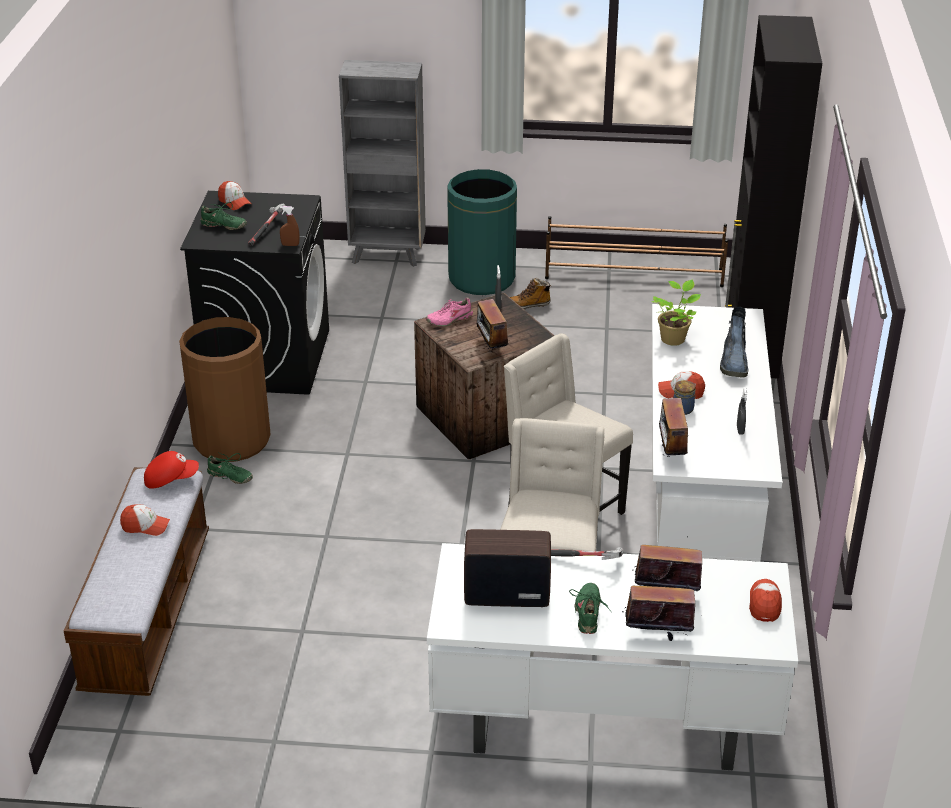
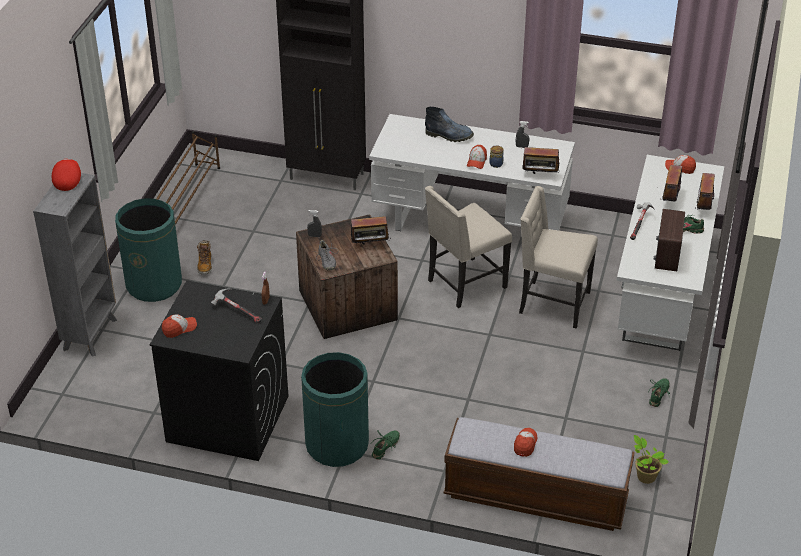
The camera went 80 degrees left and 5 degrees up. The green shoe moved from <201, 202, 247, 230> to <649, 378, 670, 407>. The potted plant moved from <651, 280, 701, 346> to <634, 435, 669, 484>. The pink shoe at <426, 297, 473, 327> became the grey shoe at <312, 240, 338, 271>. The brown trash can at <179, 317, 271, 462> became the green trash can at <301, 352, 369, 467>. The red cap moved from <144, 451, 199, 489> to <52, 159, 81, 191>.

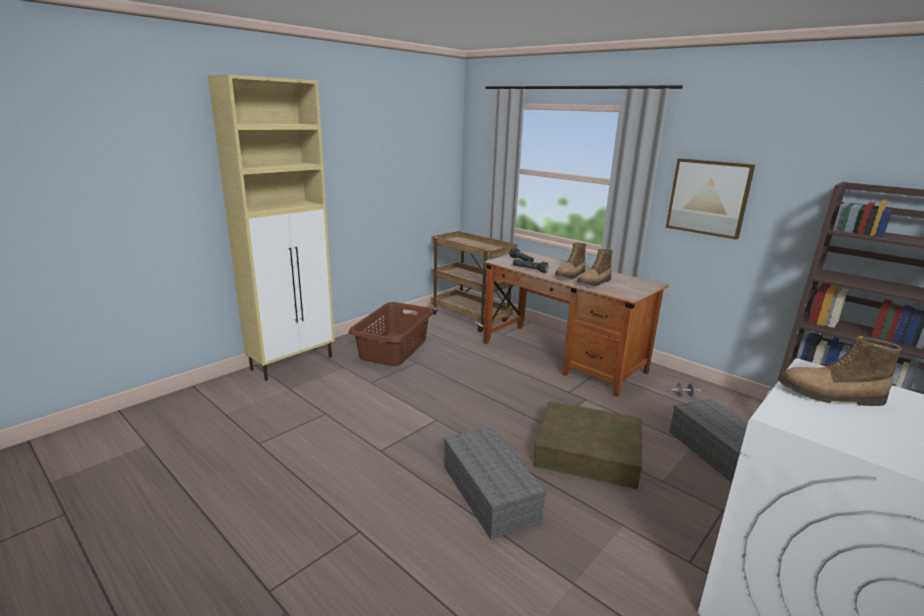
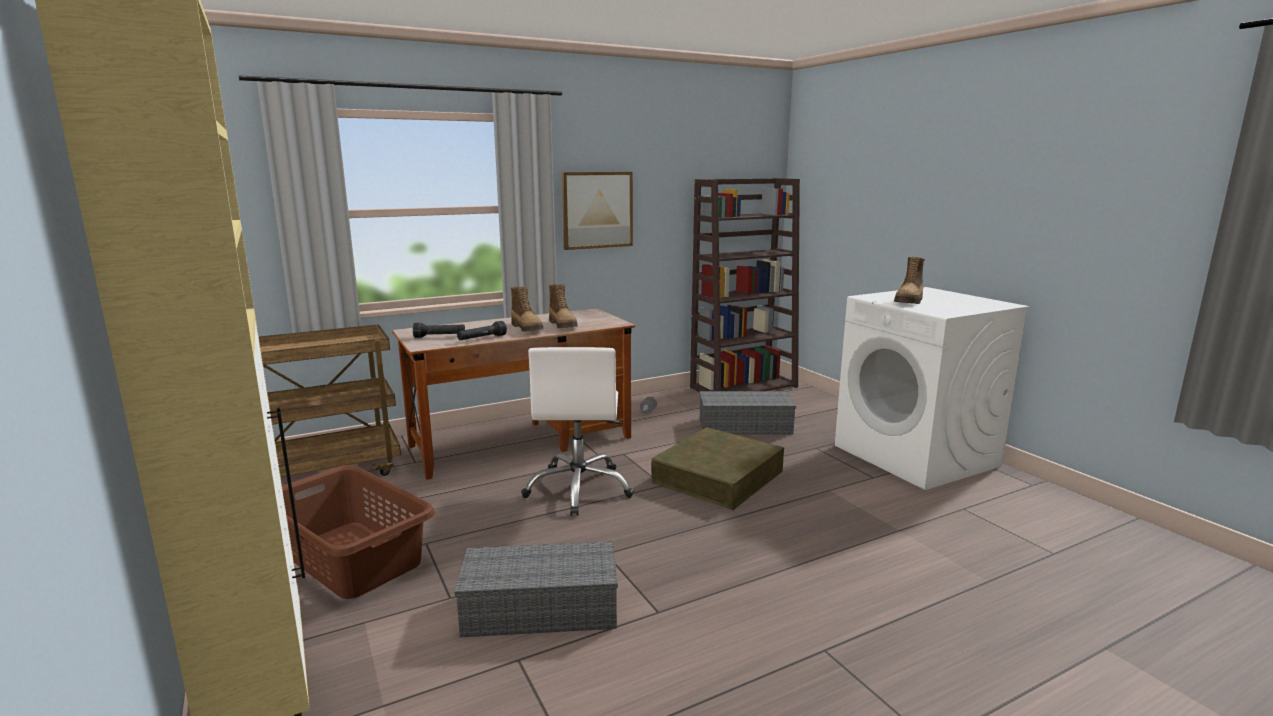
The camera went 70 degrees left and 5 degrees down. The grey storage box moved from <444, 427, 546, 539> to <455, 541, 618, 637>. The white office chair at <521, 347, 634, 516> appeared.

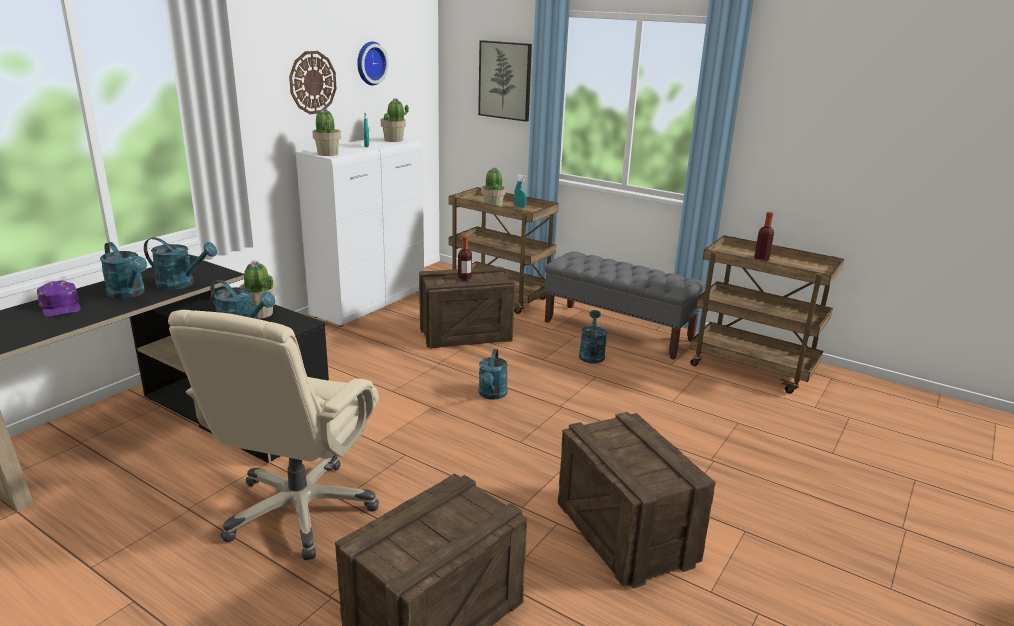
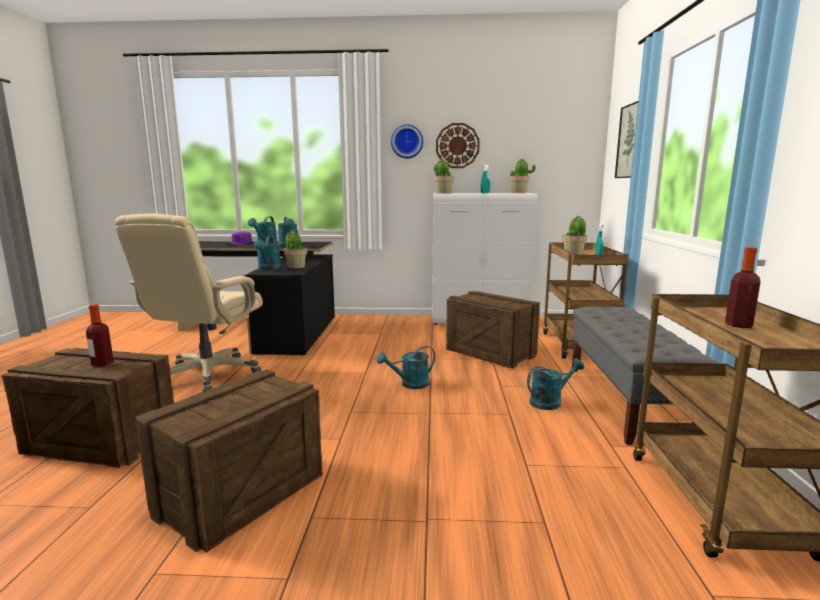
The camera went 60 degrees right and 10 degrees down. The wall clock moved from <357, 41, 389, 85> to <391, 124, 423, 158>. The bottle moved from <458, 236, 472, 281> to <86, 304, 113, 367>. The beige office chair at <168, 310, 379, 561> turned 60 degrees counterclockwise.

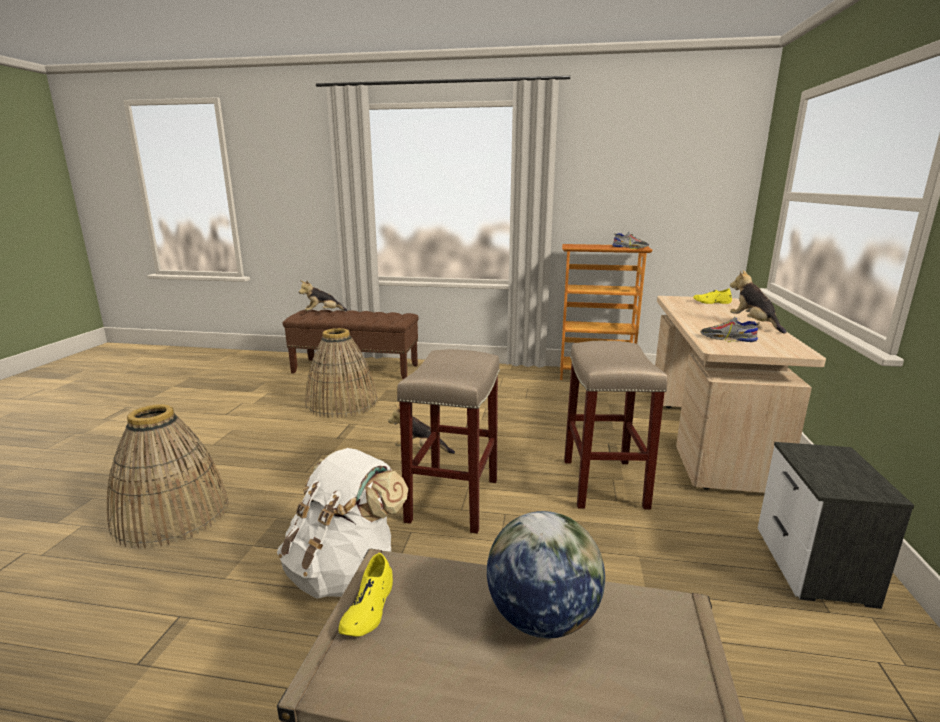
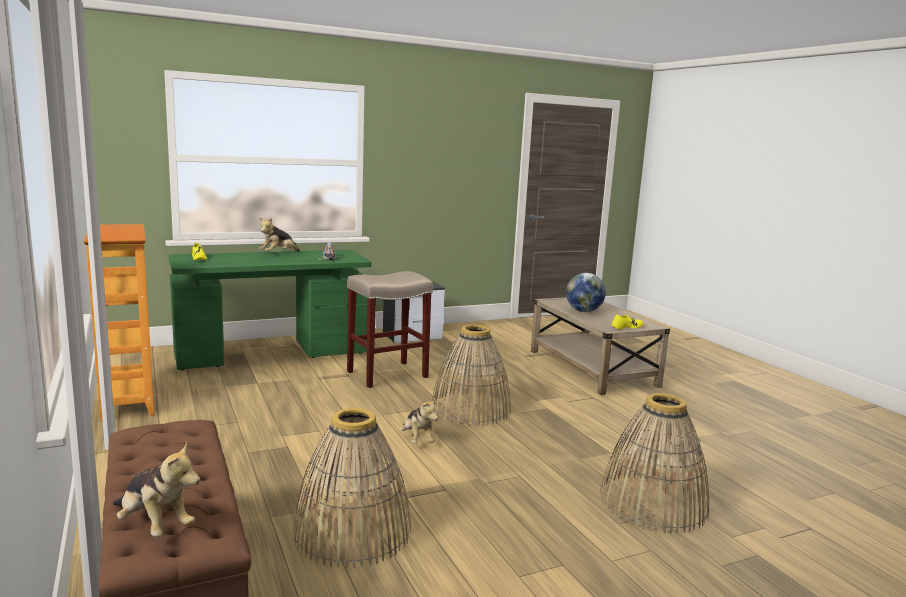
The camera went 125 degrees left and 5 degrees down. The shoe at <612, 231, 649, 249> disappeared. The beige desk at <655, 296, 826, 493> became the green desk at <169, 250, 371, 370>. The beige stool at <397, 349, 500, 534> was replaced by the basket at <432, 324, 511, 426>. The white backpack at <277, 448, 408, 598> disappeared.

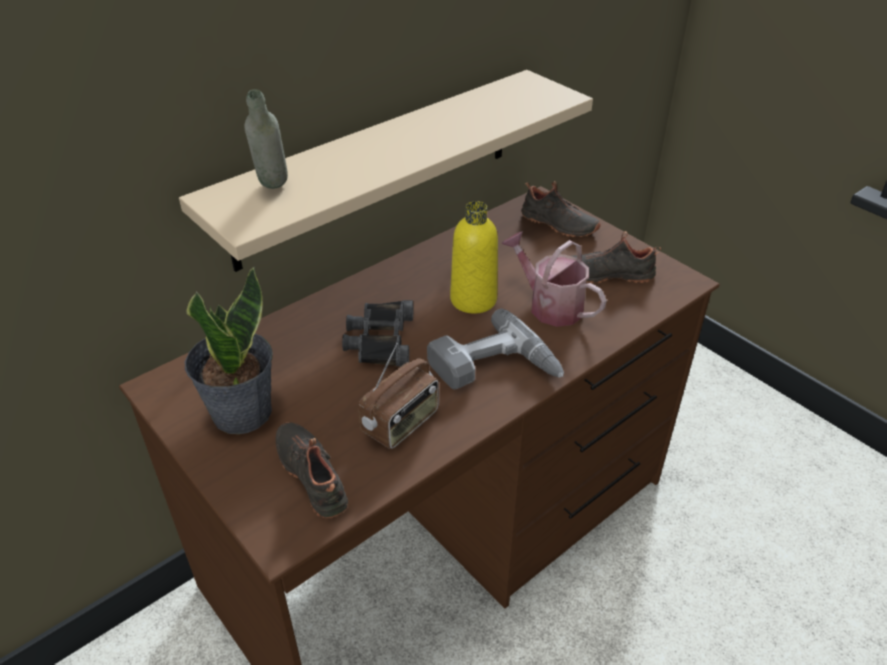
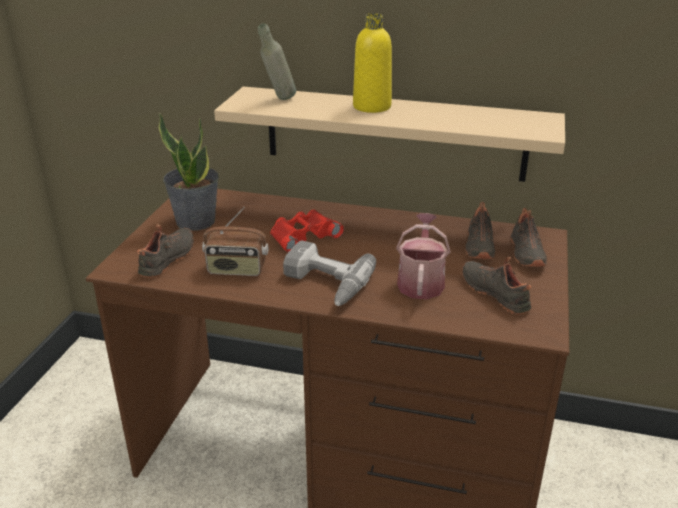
The camera went 55 degrees right and 10 degrees down. The yellow bottle moved from <450, 201, 498, 314> to <353, 13, 392, 113>. The black binoculars at <342, 300, 413, 367> became the red binoculars at <270, 210, 344, 252>. The black shoe at <465, 202, 495, 259> appeared.

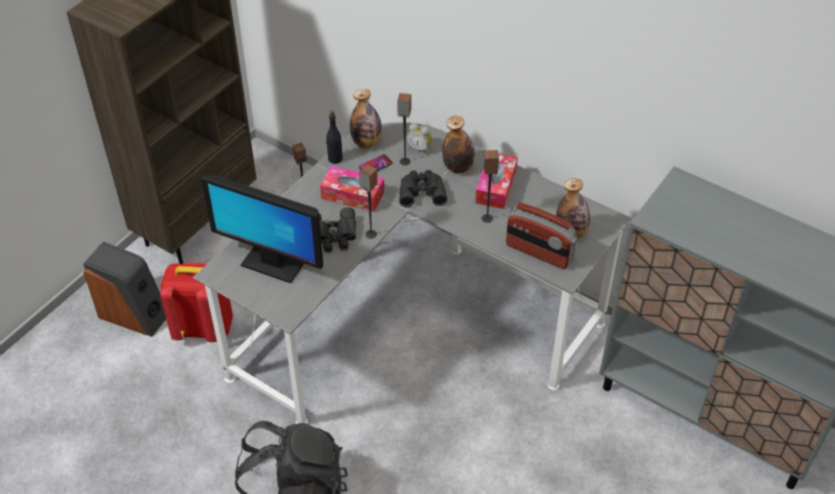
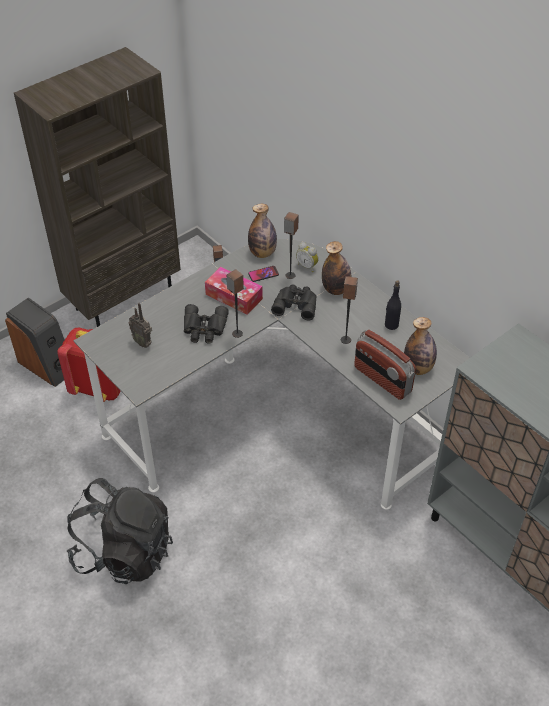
The camera went 15 degrees right and 0 degrees up. The black bottle moved from <326, 110, 343, 164> to <385, 280, 401, 330>. The tissue box at <475, 153, 518, 209> disappeared. The monitor at <201, 174, 323, 283> was replaced by the radio at <129, 303, 152, 348>.

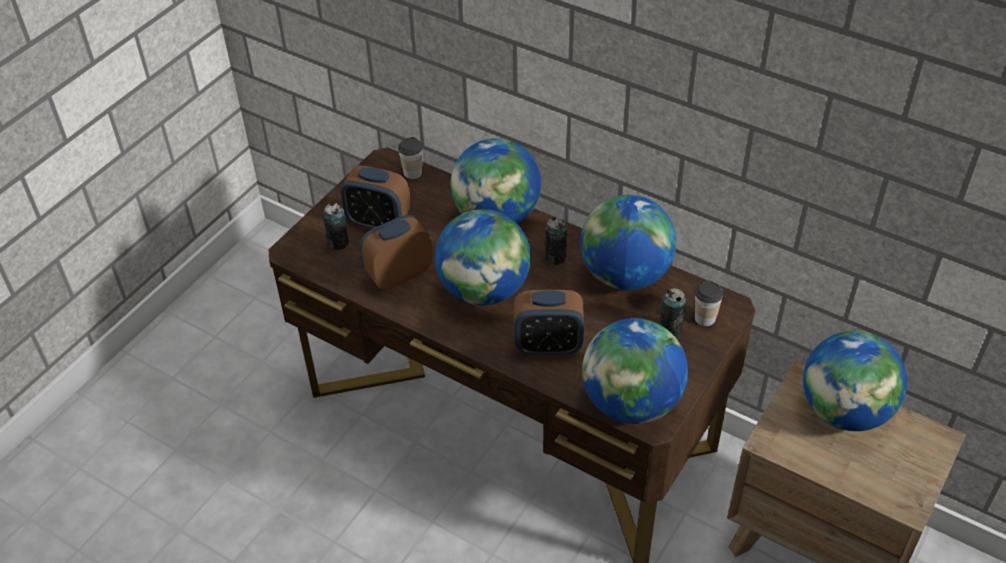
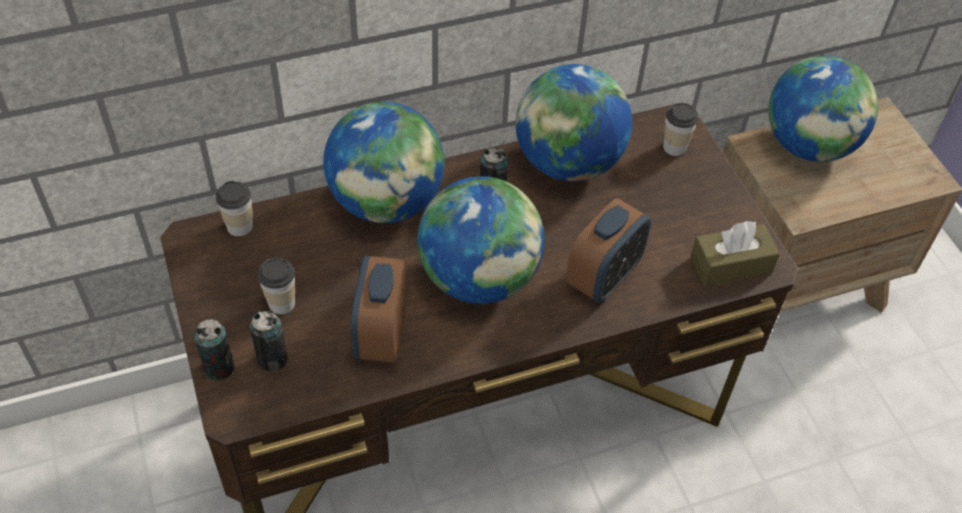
The camera went 55 degrees left and 5 degrees up. The alarm clock at <341, 165, 411, 229> was replaced by the cup at <258, 258, 295, 314>. The can moved from <660, 288, 686, 337> to <194, 319, 235, 381>. The globe at <582, 318, 688, 424> was replaced by the brown tissue box at <690, 221, 780, 286>.

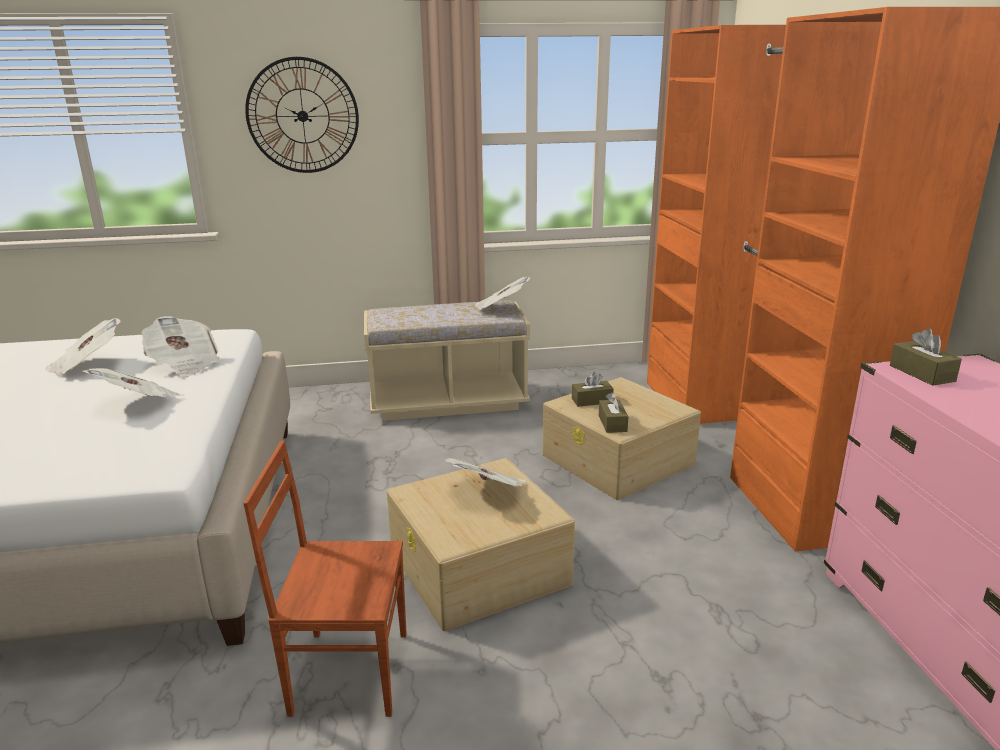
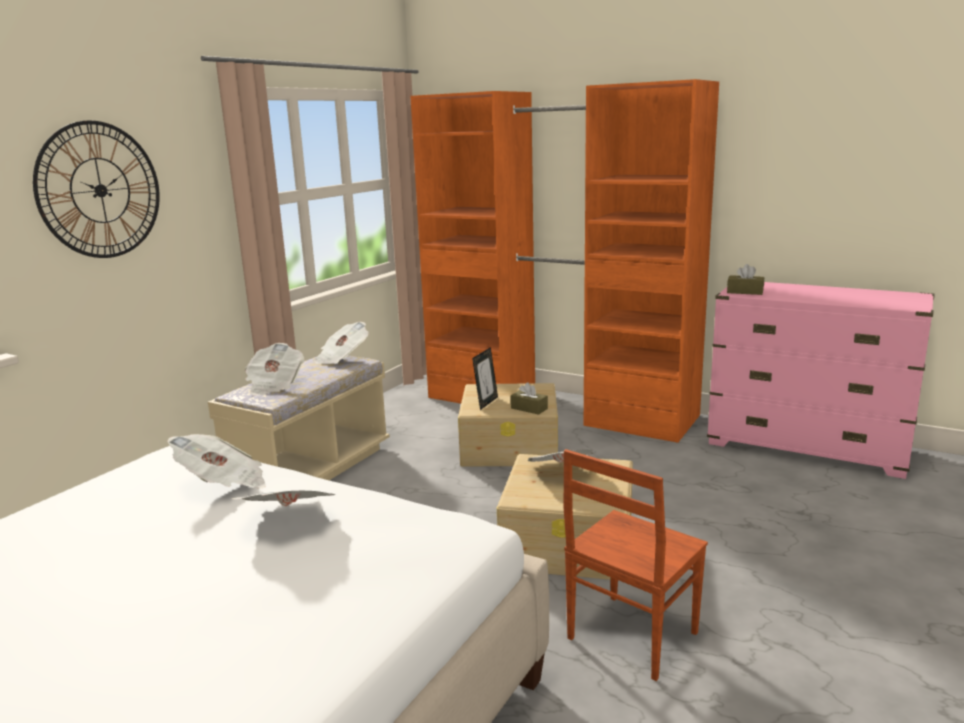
The camera went 50 degrees left and 5 degrees down. The newspaper moved from <45, 318, 121, 375> to <245, 343, 304, 396>. The brown tissue box at <572, 372, 614, 407> was replaced by the picture frame at <472, 347, 498, 410>.

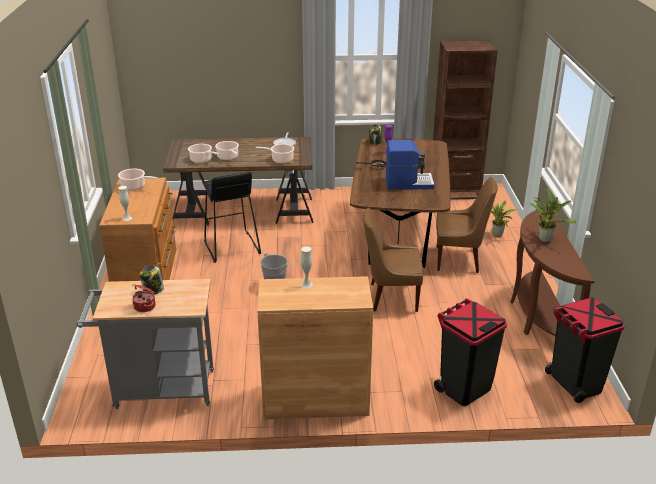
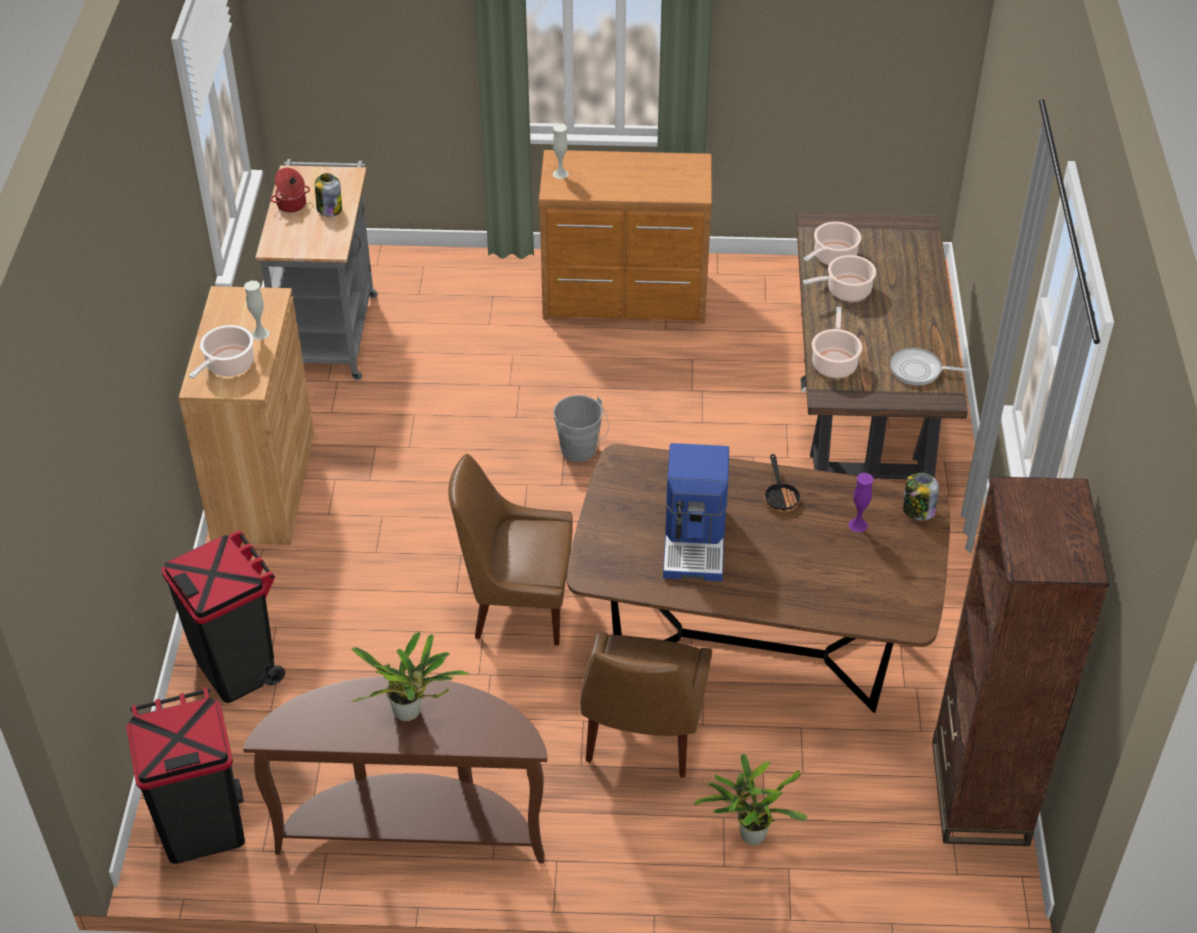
The camera went 95 degrees right and 15 degrees up. The cooking pot moved from <118, 168, 157, 191> to <189, 325, 254, 379>. The black stool at <203, 172, 261, 263> disappeared. The brown chair at <363, 208, 423, 312> turned 90 degrees counterclockwise.

